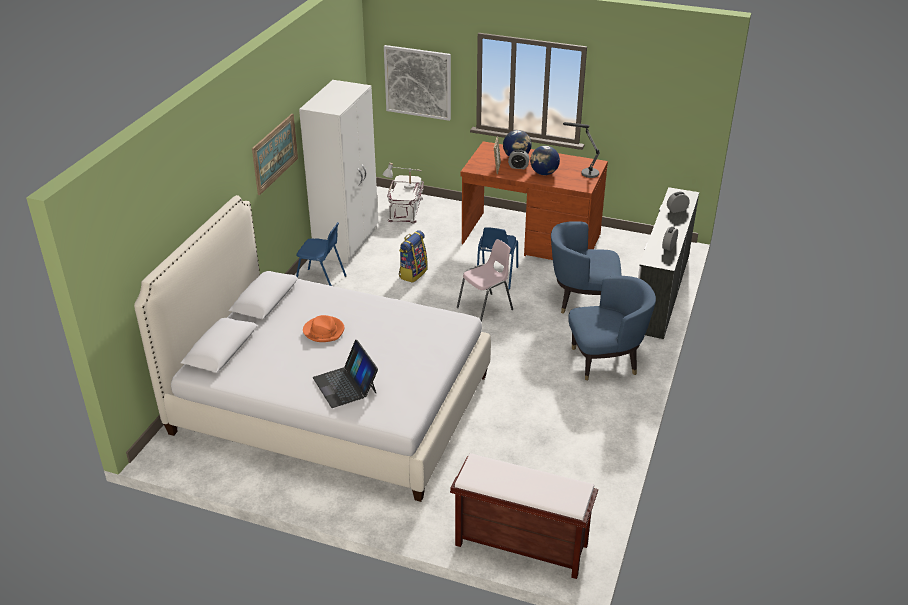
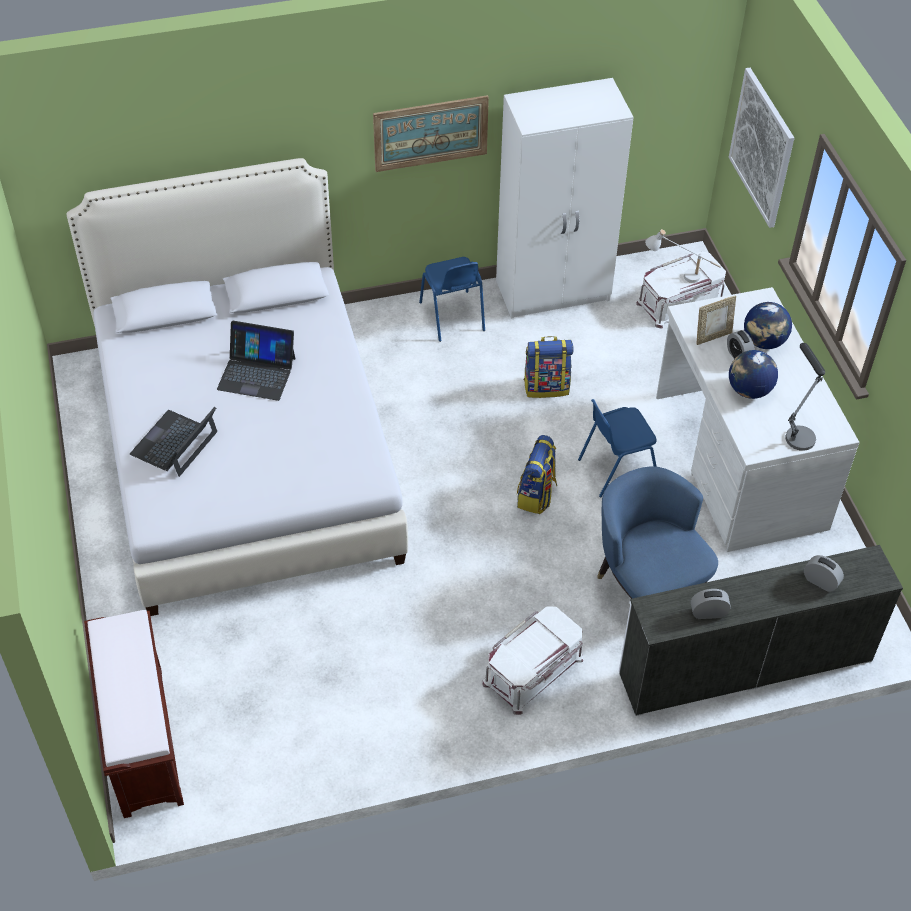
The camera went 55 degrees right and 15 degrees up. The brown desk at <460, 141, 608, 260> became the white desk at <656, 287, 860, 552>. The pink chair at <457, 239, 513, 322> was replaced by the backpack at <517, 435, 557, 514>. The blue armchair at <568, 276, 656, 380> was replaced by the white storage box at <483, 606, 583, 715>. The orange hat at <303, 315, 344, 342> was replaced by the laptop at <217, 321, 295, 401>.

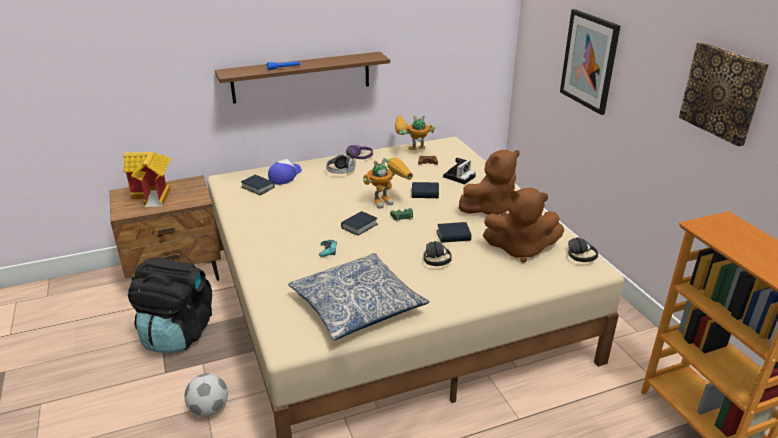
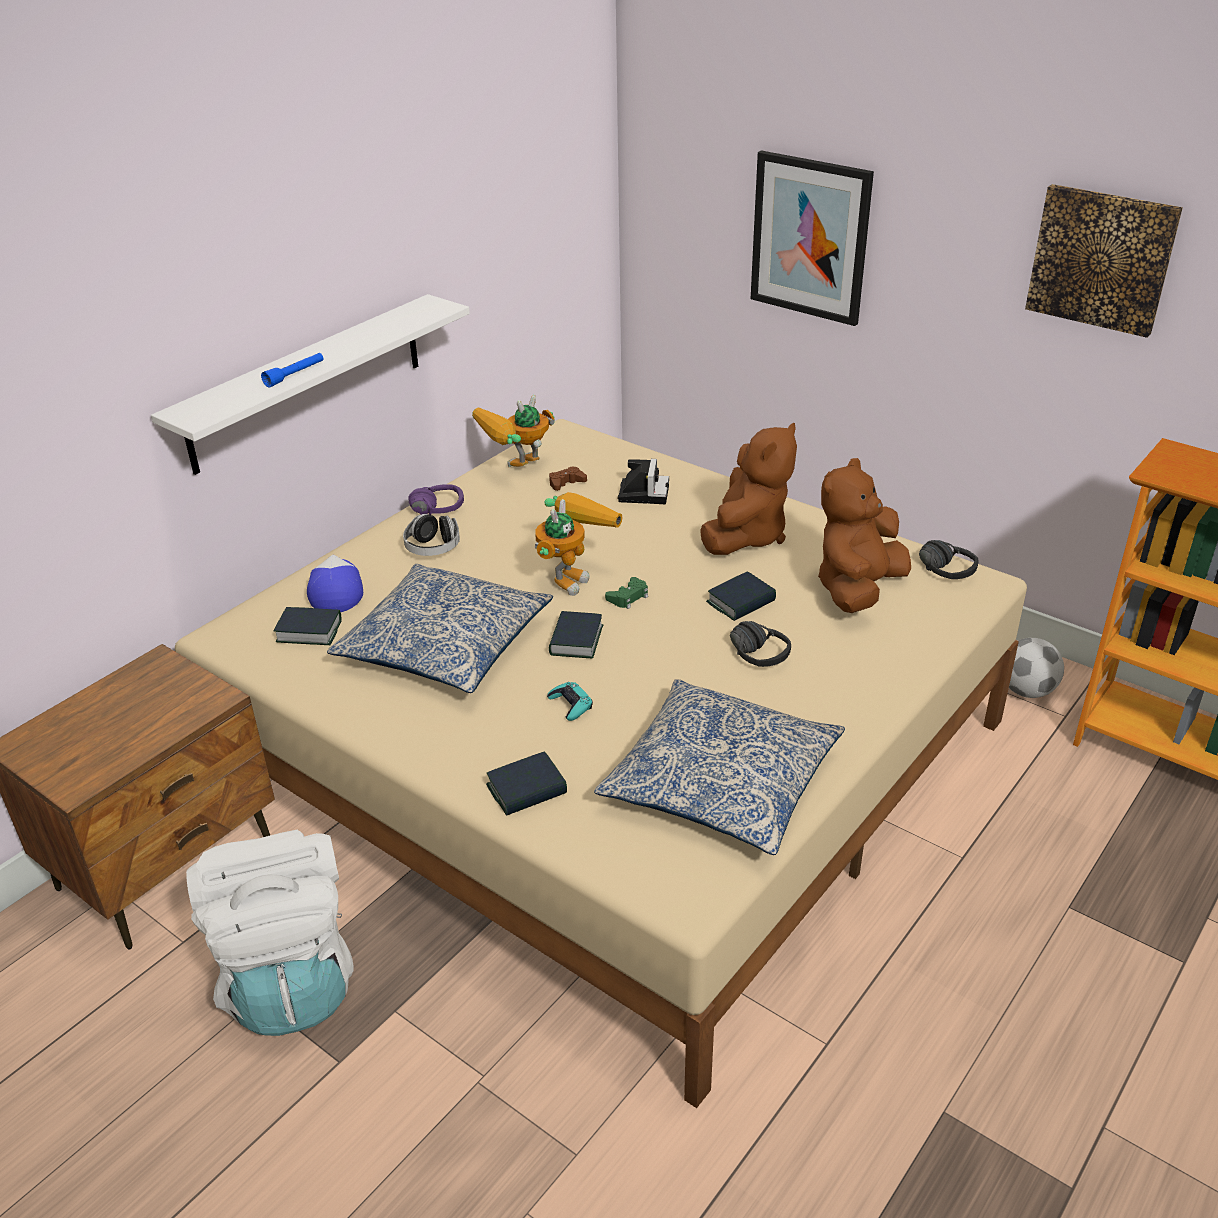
The camera went 30 degrees left and 5 degrees up. The brown shelf at <215, 52, 390, 104> became the white shelf at <151, 294, 470, 475>. The toy house at <123, 152, 171, 207> disappeared. The book moved from <411, 182, 439, 198> to <486, 751, 567, 816>. The brown plush toy at <483, 188, 564, 263> turned 150 degrees clockwise. The black backpack at <128, 258, 212, 353> became the white backpack at <186, 830, 354, 1036>. The football moved from <184, 373, 228, 417> to <1009, 638, 1064, 698>. The pillow at <327, 564, 553, 693> appeared.

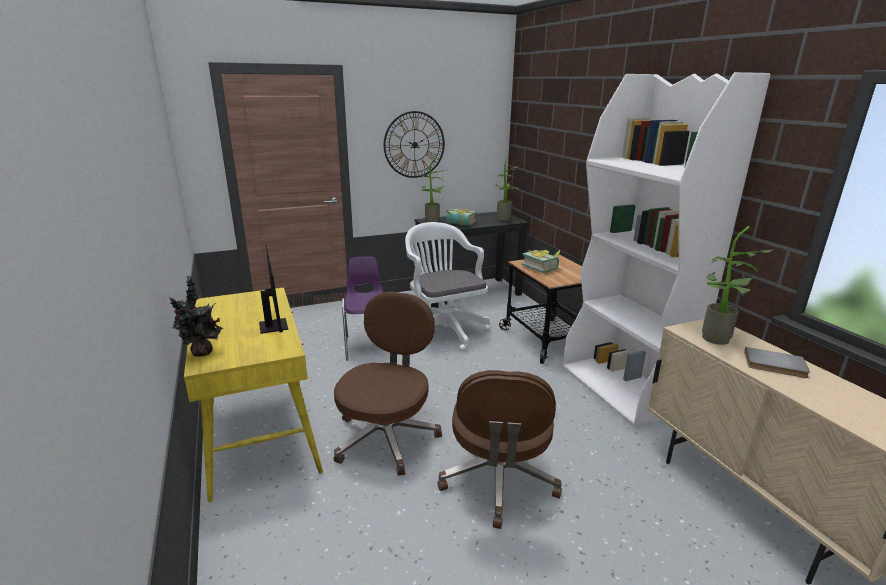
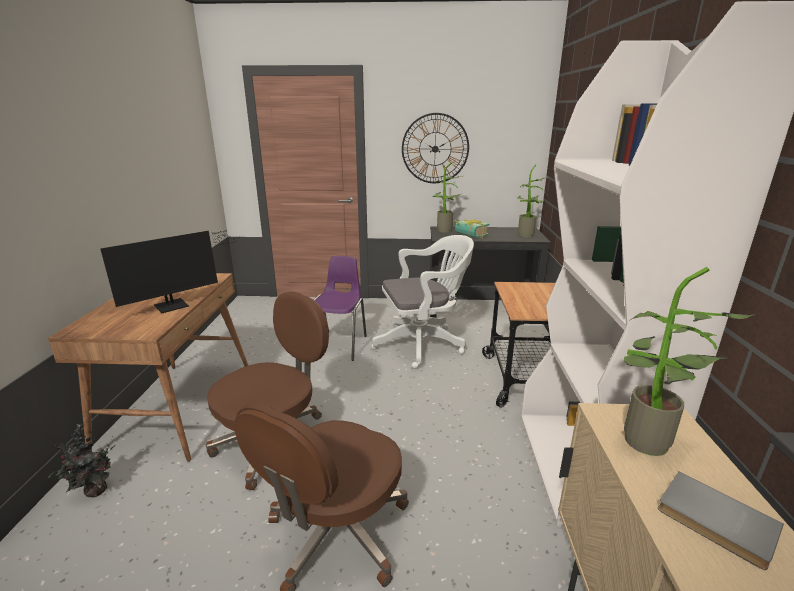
The camera went 25 degrees right and 0 degrees up. The white office chair at <405, 222, 491, 351> turned 75 degrees clockwise. The monitor at <259, 244, 288, 334> turned 45 degrees clockwise. The book at <522, 250, 560, 274> disappeared. The potted plant moved from <170, 276, 223, 357> to <48, 424, 115, 497>. The yellow desk at <184, 287, 323, 503> became the brown desk at <48, 273, 249, 462>.

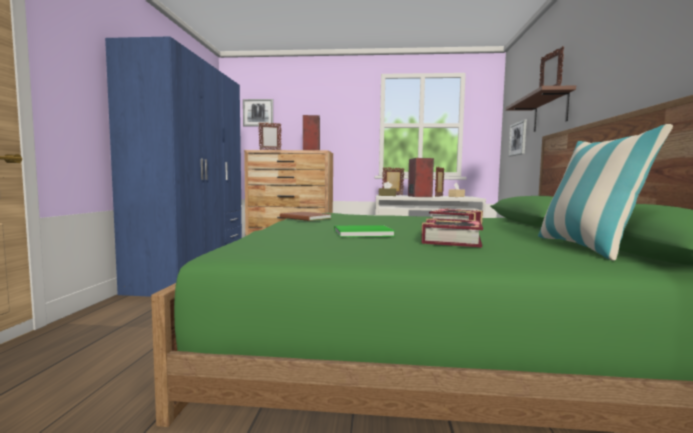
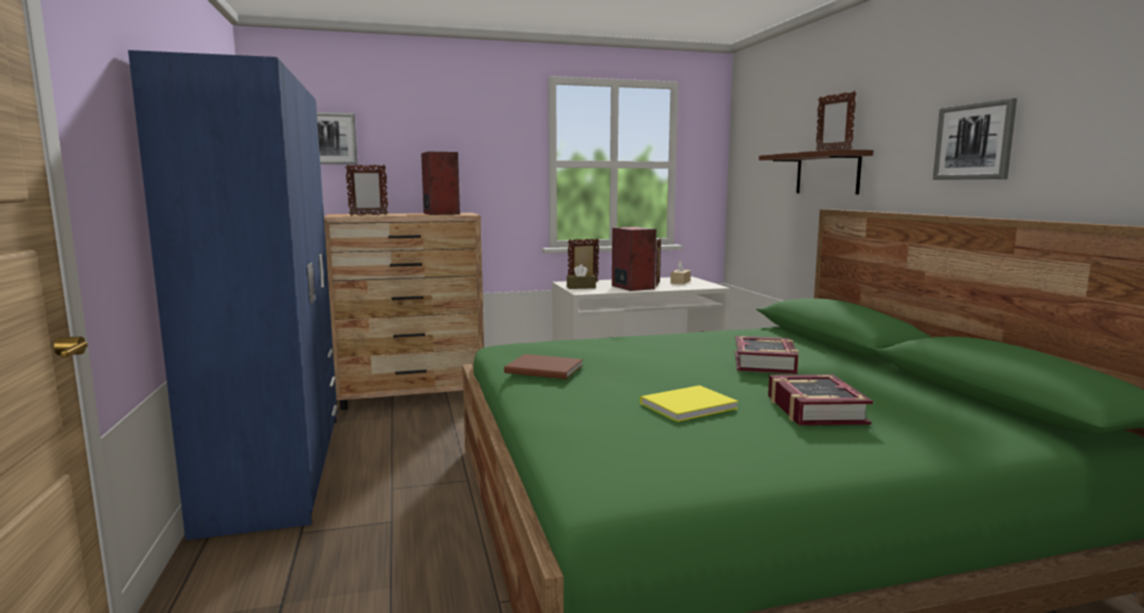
The camera went 20 degrees left and 5 degrees up. The picture moved from <508, 120, 527, 157> to <933, 98, 1017, 180>. The pillow at <538, 124, 673, 261> disappeared. The green book at <334, 225, 395, 237> became the yellow book at <640, 385, 738, 422>.

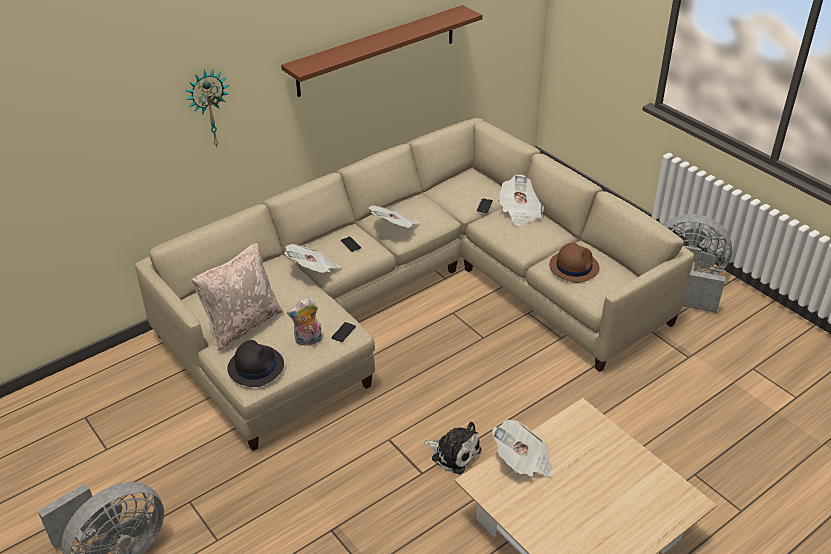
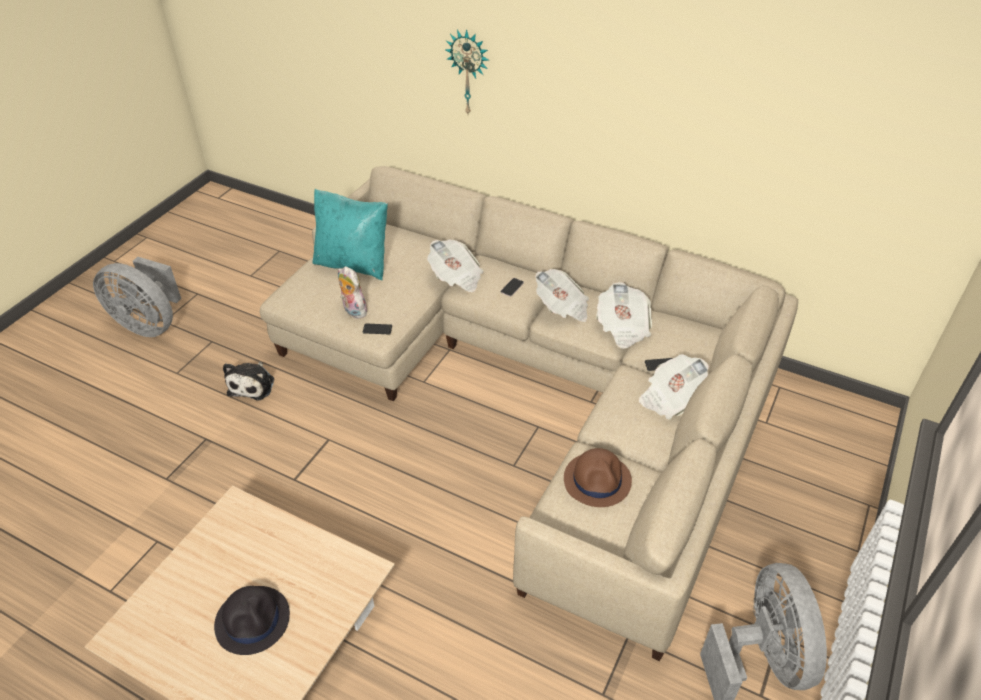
The camera went 65 degrees right and 5 degrees up. The brown shelf at <281, 5, 483, 97> disappeared. The beige pillow at <192, 243, 283, 351> became the turquoise pillow at <312, 189, 388, 280>. The black hat moved from <227, 340, 284, 387> to <214, 586, 290, 655>. The newspaper moved from <492, 420, 553, 477> to <596, 282, 652, 349>. The plush toy moved from <424, 421, 482, 474> to <223, 362, 274, 401>.

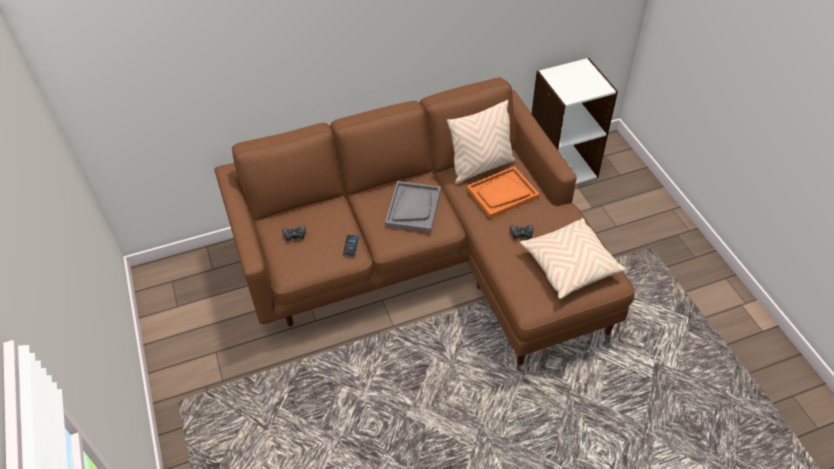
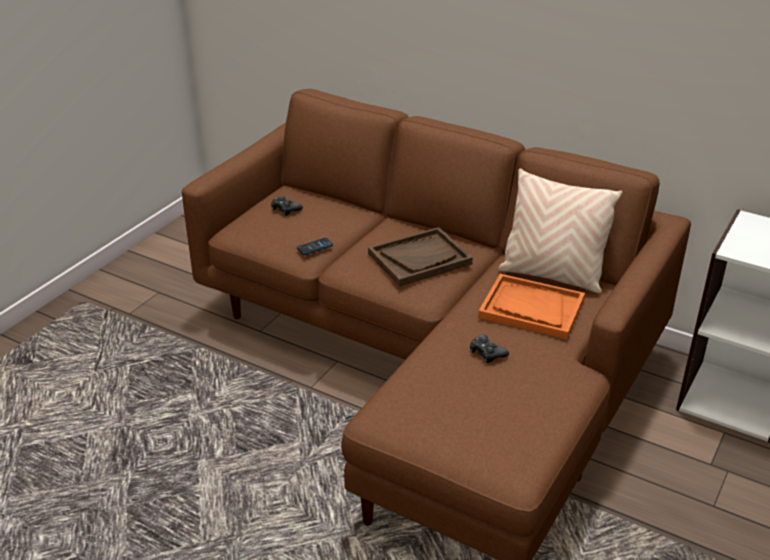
The camera went 50 degrees right and 15 degrees down. The grey tray at <385, 181, 441, 232> became the brown tray at <368, 227, 473, 287>. The beige pillow at <520, 218, 625, 299> disappeared.

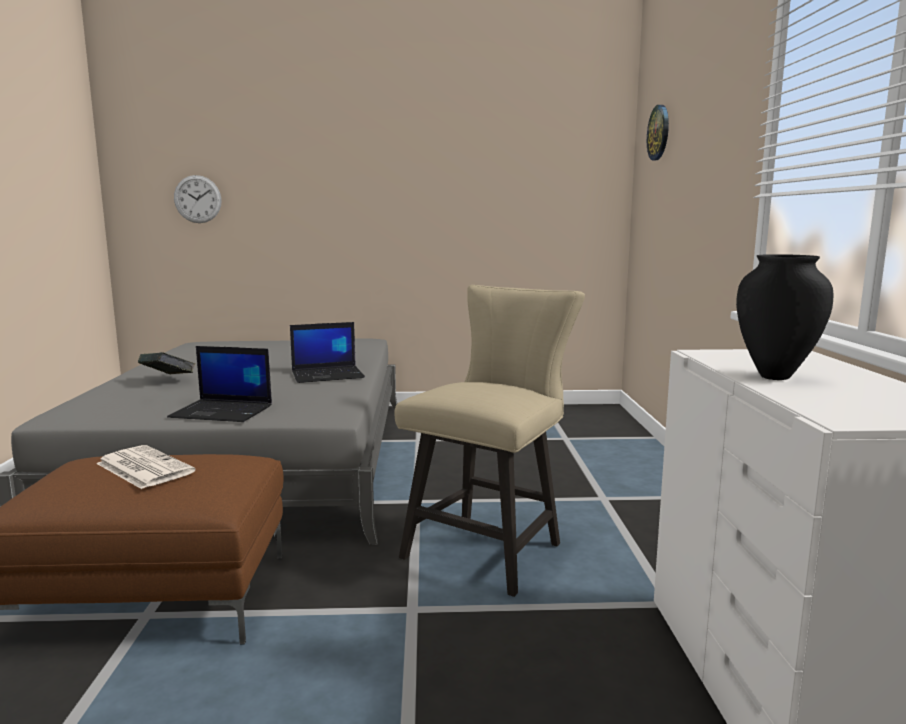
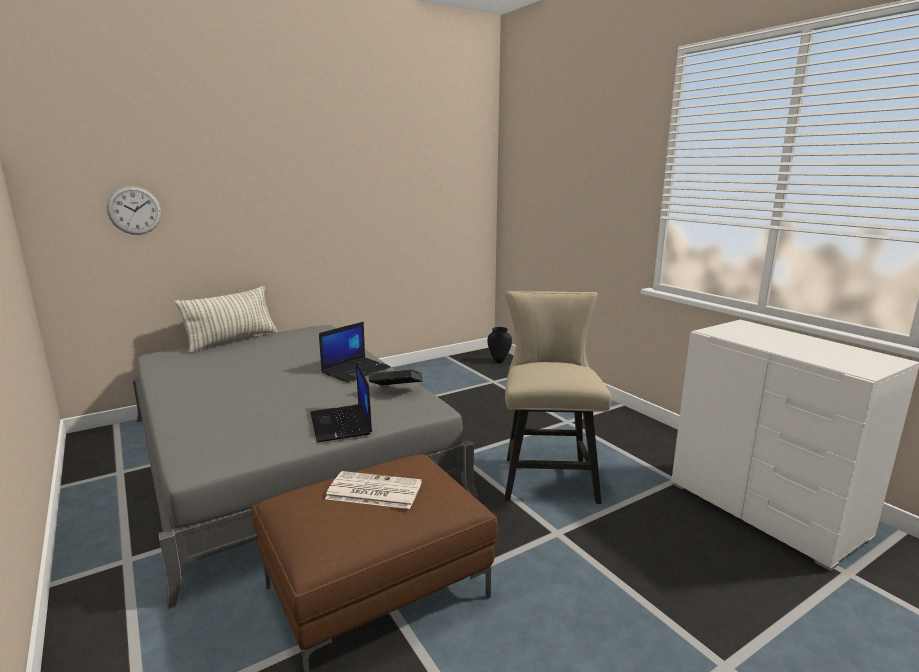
The camera went 30 degrees left and 5 degrees up. The wall clock at <647, 105, 669, 160> disappeared. The black vase moved from <736, 254, 833, 380> to <487, 327, 512, 363>. The laptop at <167, 346, 272, 422> turned 90 degrees clockwise. The book moved from <138, 352, 195, 375> to <369, 369, 423, 386>. The pillow at <175, 286, 277, 353> appeared.

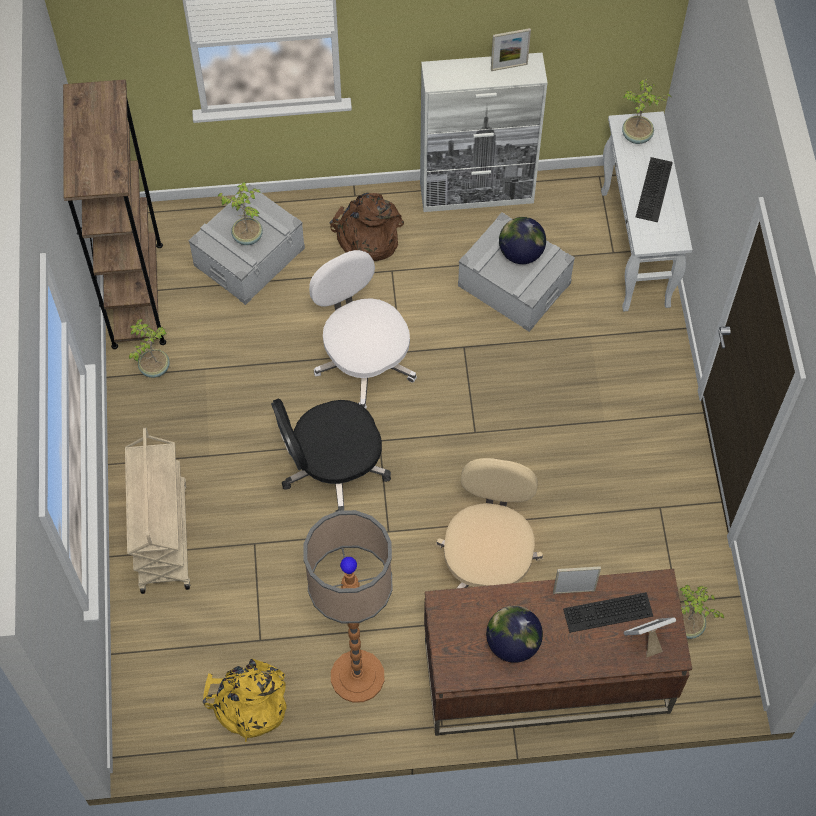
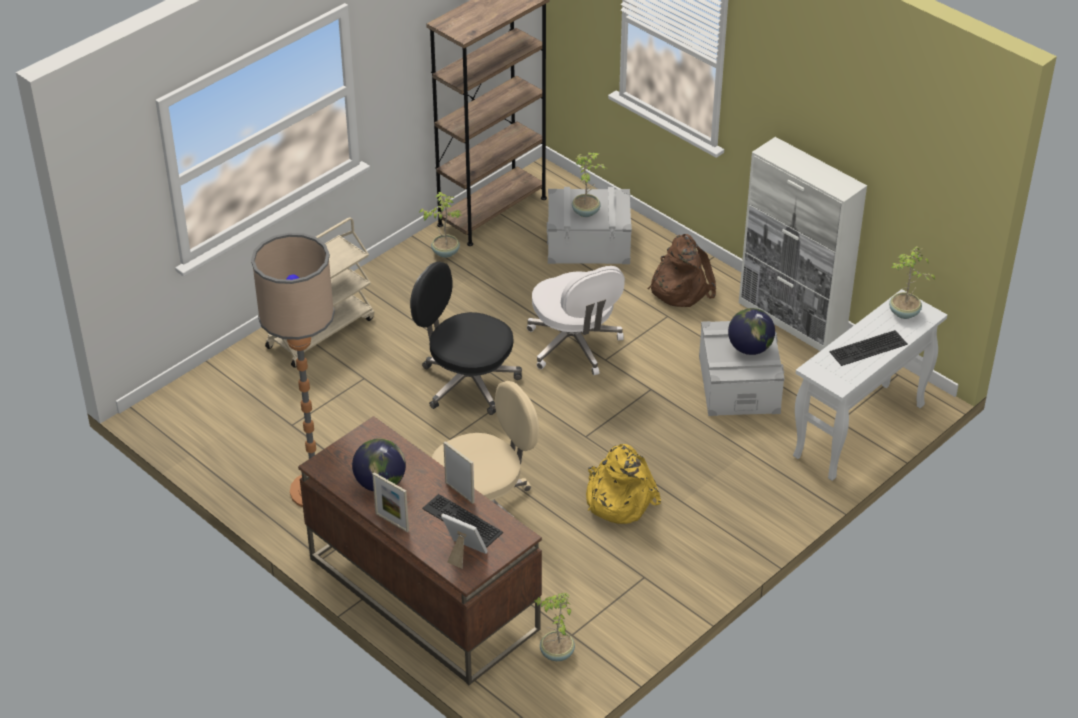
The camera went 50 degrees right and 20 degrees down. The picture frame moved from <491, 28, 531, 71> to <372, 472, 409, 532>. The white office chair at <309, 250, 417, 409> turned 135 degrees clockwise. The yellow backpack moved from <203, 659, 286, 742> to <586, 444, 661, 524>.

